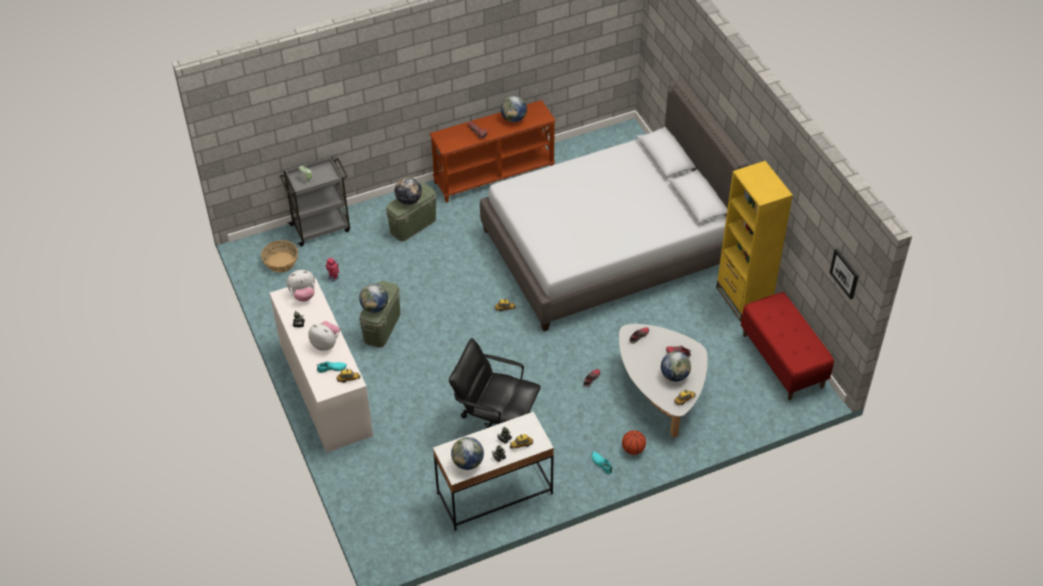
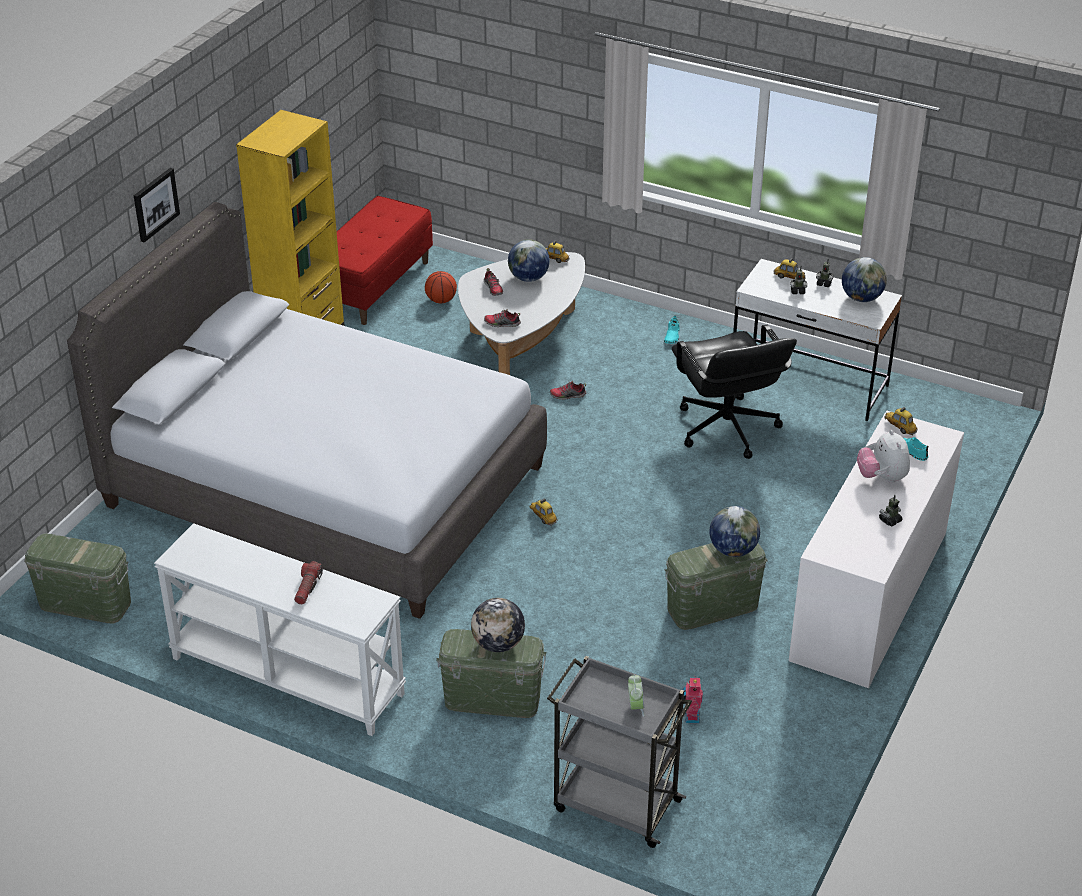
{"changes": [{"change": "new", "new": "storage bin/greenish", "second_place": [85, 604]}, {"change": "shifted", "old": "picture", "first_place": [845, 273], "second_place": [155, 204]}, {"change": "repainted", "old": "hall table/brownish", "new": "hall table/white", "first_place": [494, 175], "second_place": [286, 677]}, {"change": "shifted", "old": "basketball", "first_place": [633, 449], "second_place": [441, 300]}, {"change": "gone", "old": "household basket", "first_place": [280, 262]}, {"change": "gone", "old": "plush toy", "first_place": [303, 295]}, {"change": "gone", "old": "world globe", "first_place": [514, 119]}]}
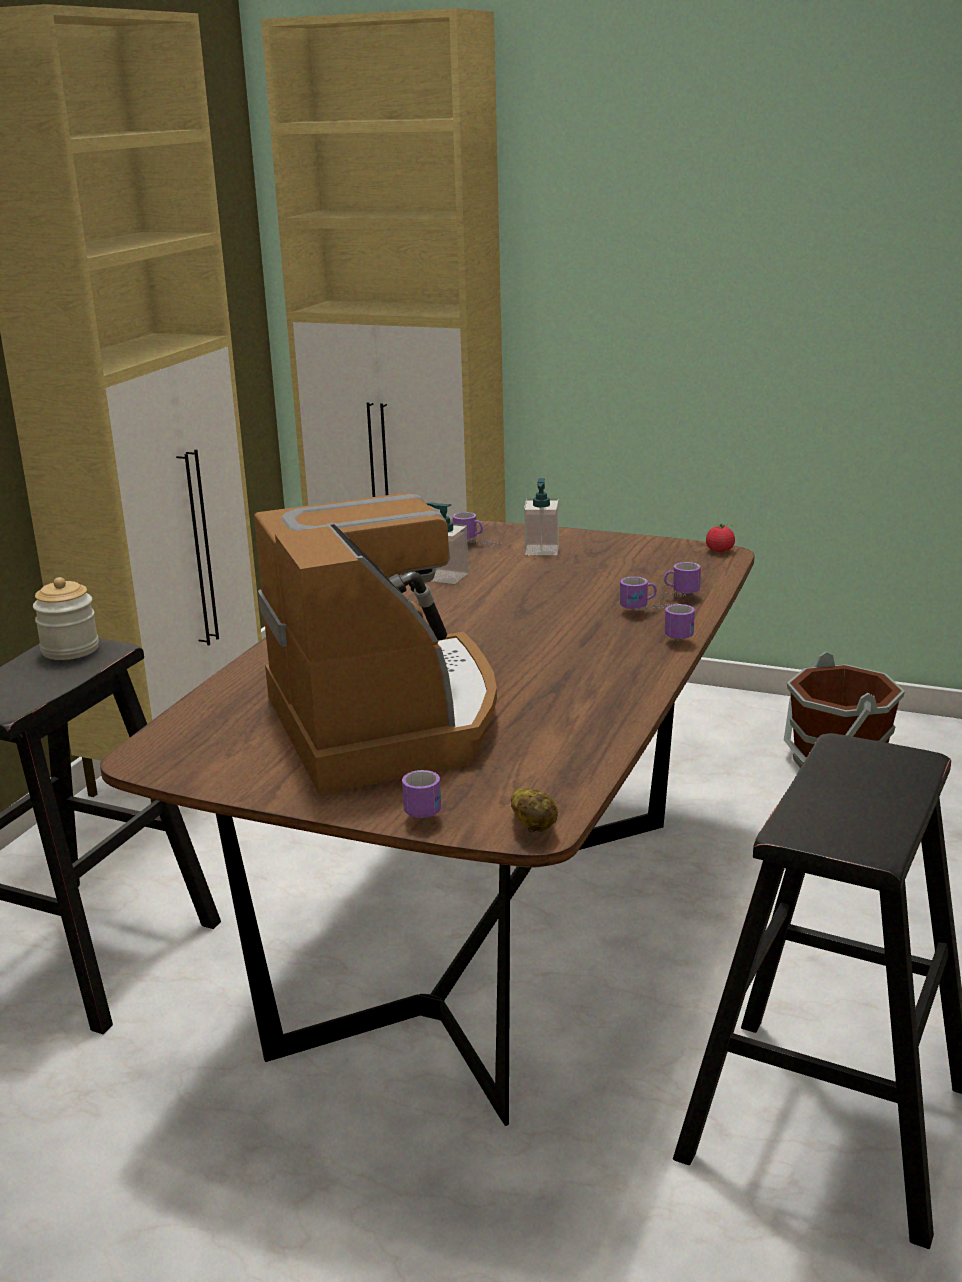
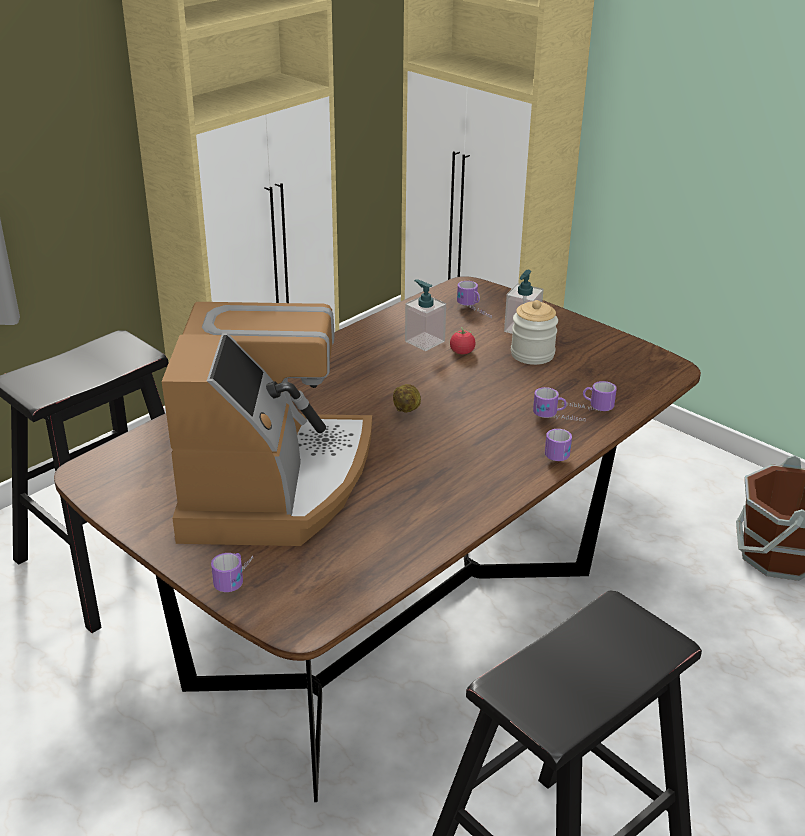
{"changes": [{"change": "shifted", "old": "whole potato", "first_place": [534, 827], "second_place": [407, 409]}, {"change": "shifted", "old": "tomato", "first_place": [719, 551], "second_place": [462, 352]}, {"change": "shifted", "old": "preserve jar", "first_place": [70, 650], "second_place": [532, 354]}]}
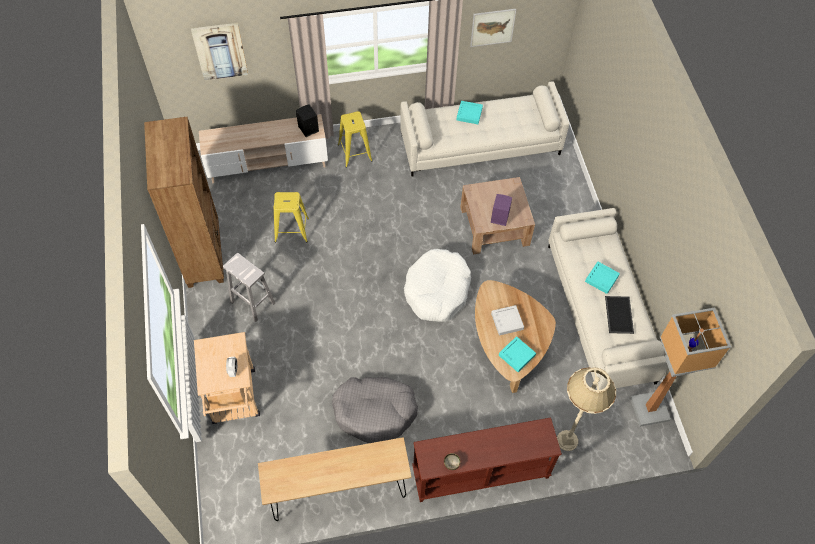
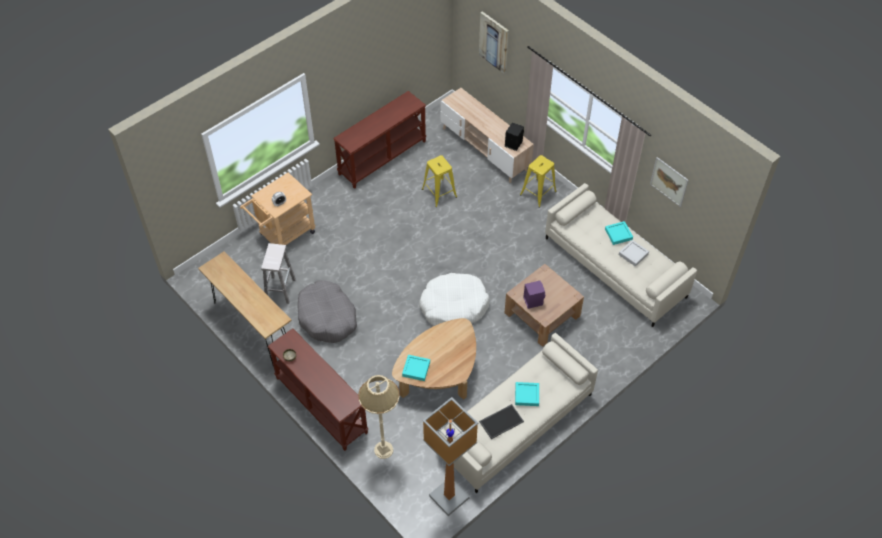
{"changes": [{"change": "shifted", "old": "stool/white", "first_place": [252, 302], "second_place": [280, 289]}, {"change": "swapped", "old": "bookcase/brownish", "new": "hall table/brownish", "first_place": [204, 254], "second_place": [382, 157]}, {"change": "shifted", "old": "tray/grey", "first_place": [507, 321], "second_place": [633, 254]}]}
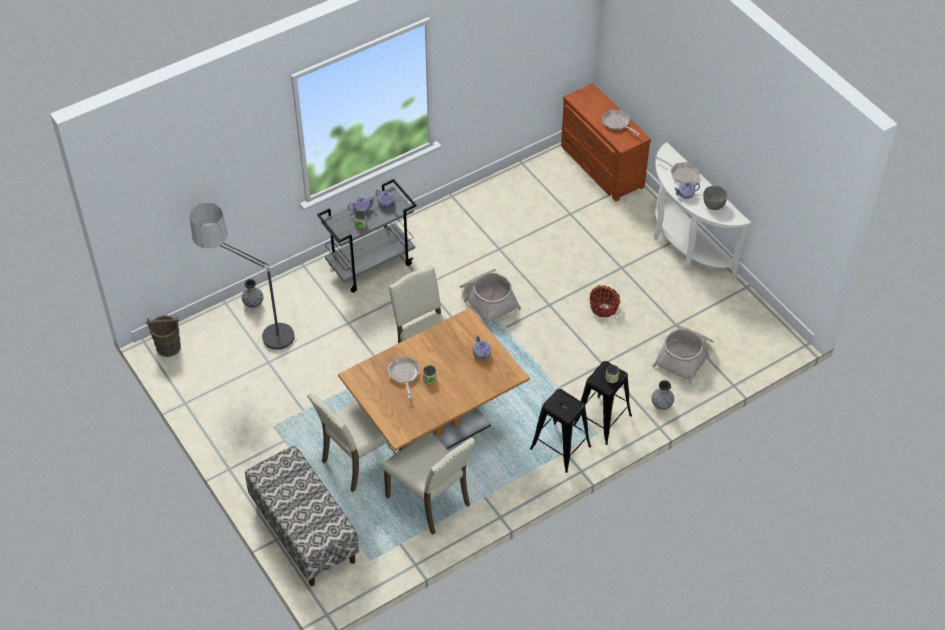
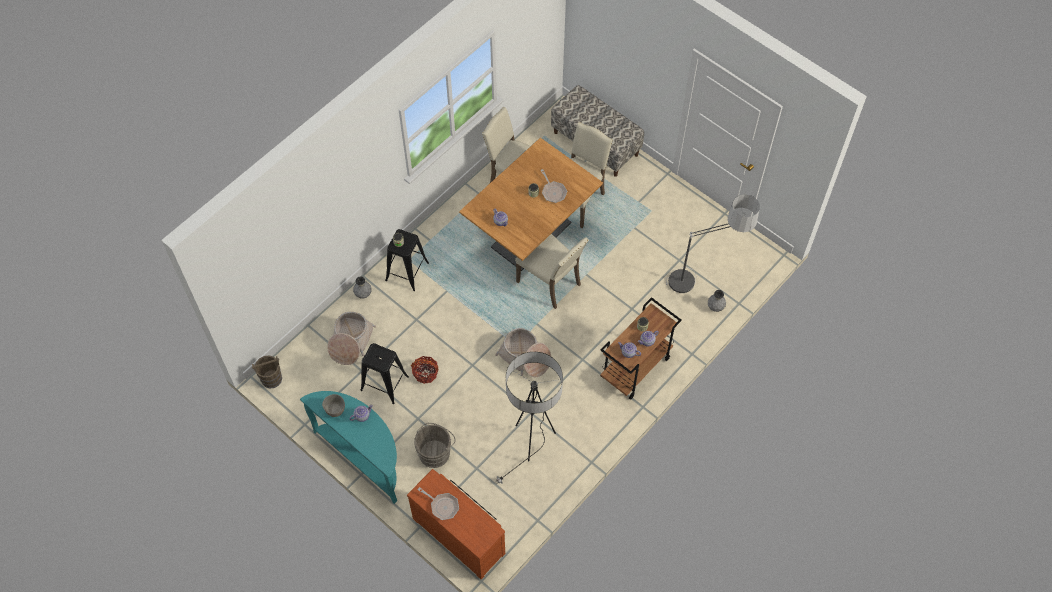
{"changes": [{"change": "shifted", "old": "bucket/brownish", "first_place": [168, 347], "second_place": [272, 379]}, {"change": "repainted", "old": "hall table/white", "new": "hall table/turquoise-coloured", "first_place": [684, 246], "second_place": [364, 456]}, {"change": "shifted", "old": "stool/blackish", "first_place": [560, 447], "second_place": [384, 383]}, {"change": "new", "new": "bucket/grey", "second_place": [435, 452]}, {"change": "new", "new": "standing lamp", "second_place": [531, 443]}, {"change": "repainted", "old": "wheeled cart/grey", "new": "wheeled cart/brownish", "first_place": [371, 264], "second_place": [635, 369]}, {"change": "gone", "old": "frying pan", "first_place": [681, 174]}]}
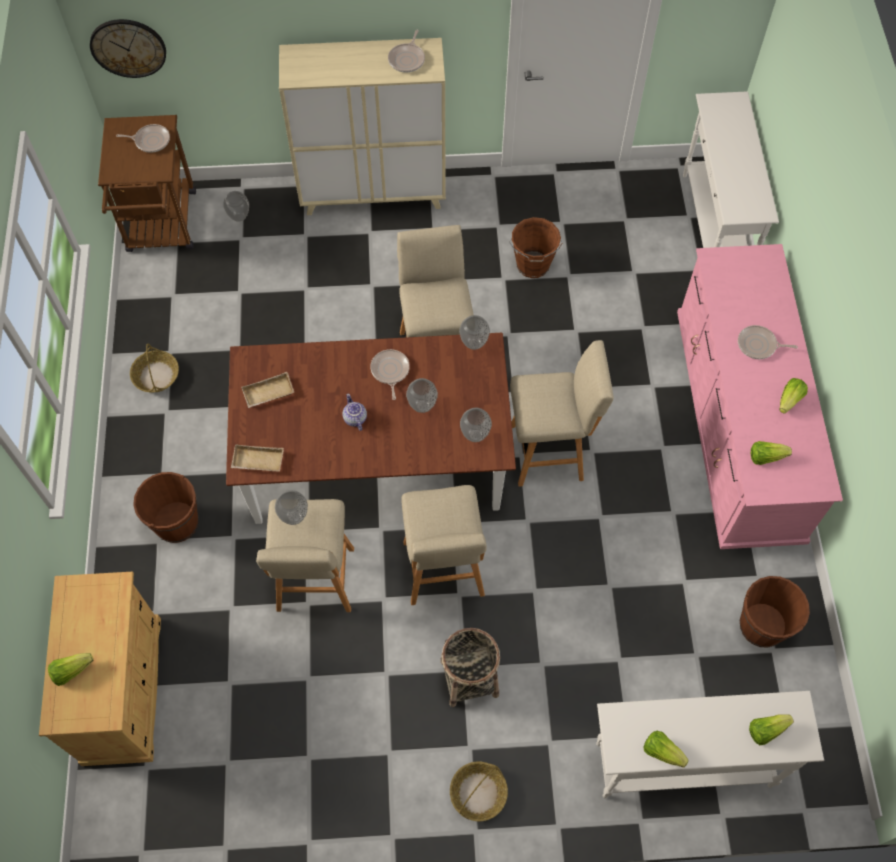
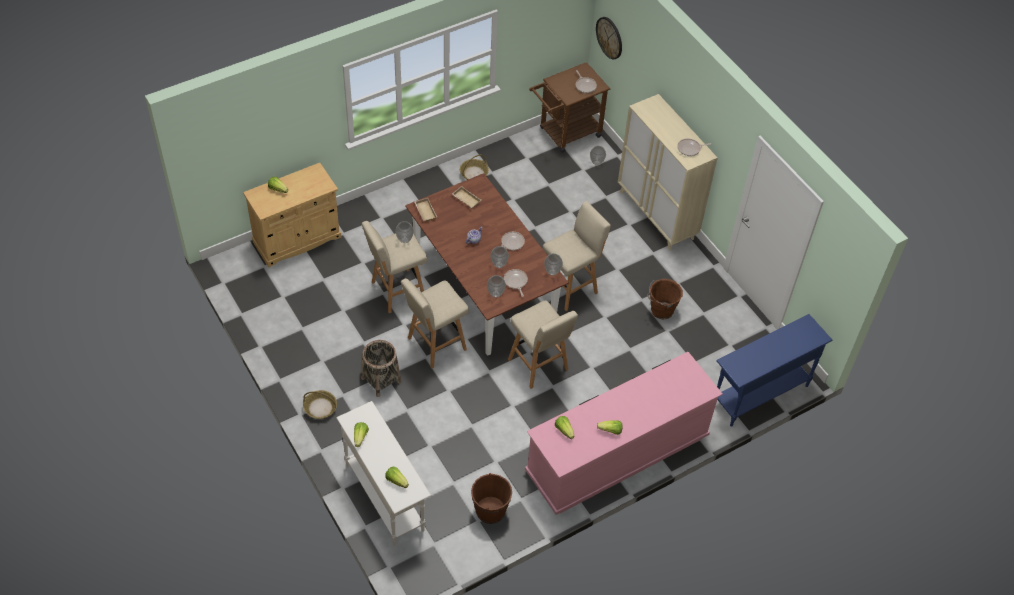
{"changes": [{"change": "shifted", "old": "frying pan", "first_place": [758, 345], "second_place": [515, 282]}, {"change": "repainted", "old": "hall table/white", "new": "hall table/bluish", "first_place": [714, 226], "second_place": [759, 394]}, {"change": "gone", "old": "bucket/brownish", "first_place": [176, 522]}]}
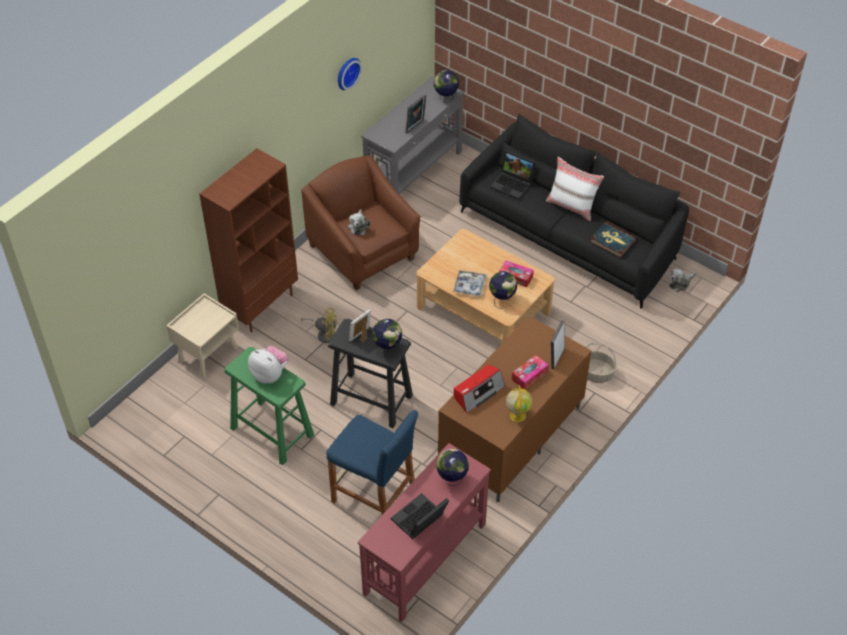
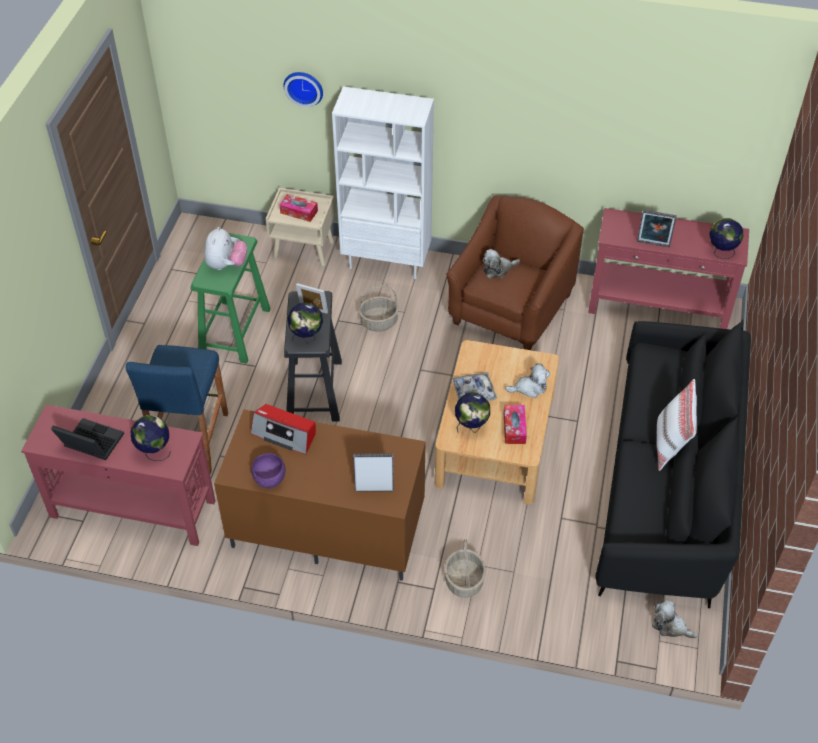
{"changes": [{"change": "swapped", "old": "world globe", "new": "bowl/purple", "first_place": [517, 415], "second_place": [270, 479]}, {"change": "shifted", "old": "box of tissues", "first_place": [529, 375], "second_place": [299, 212]}, {"change": "shifted", "old": "clock on the wall", "first_place": [347, 72], "second_place": [304, 87]}, {"change": "repainted", "old": "bookcase/brownish", "new": "bookcase/white", "first_place": [261, 305], "second_place": [387, 261]}, {"change": "swapped", "old": "fan/yellow", "new": "household basket", "first_place": [324, 334], "second_place": [379, 322]}, {"change": "new", "new": "plush toy", "second_place": [529, 388]}, {"change": "repainted", "old": "hall table/grey", "new": "hall table/reddish", "first_place": [414, 173], "second_place": [659, 307]}, {"change": "gone", "old": "portable computer", "first_place": [513, 184]}, {"change": "gone", "old": "book", "first_place": [613, 241]}]}
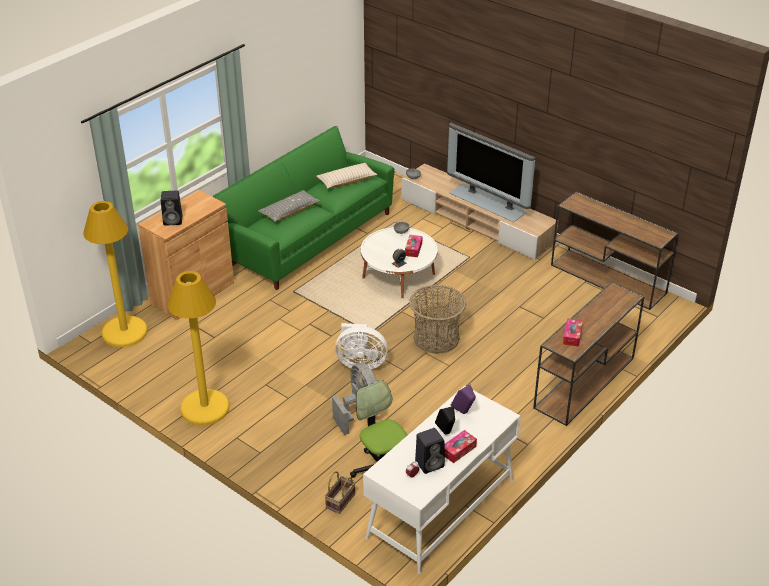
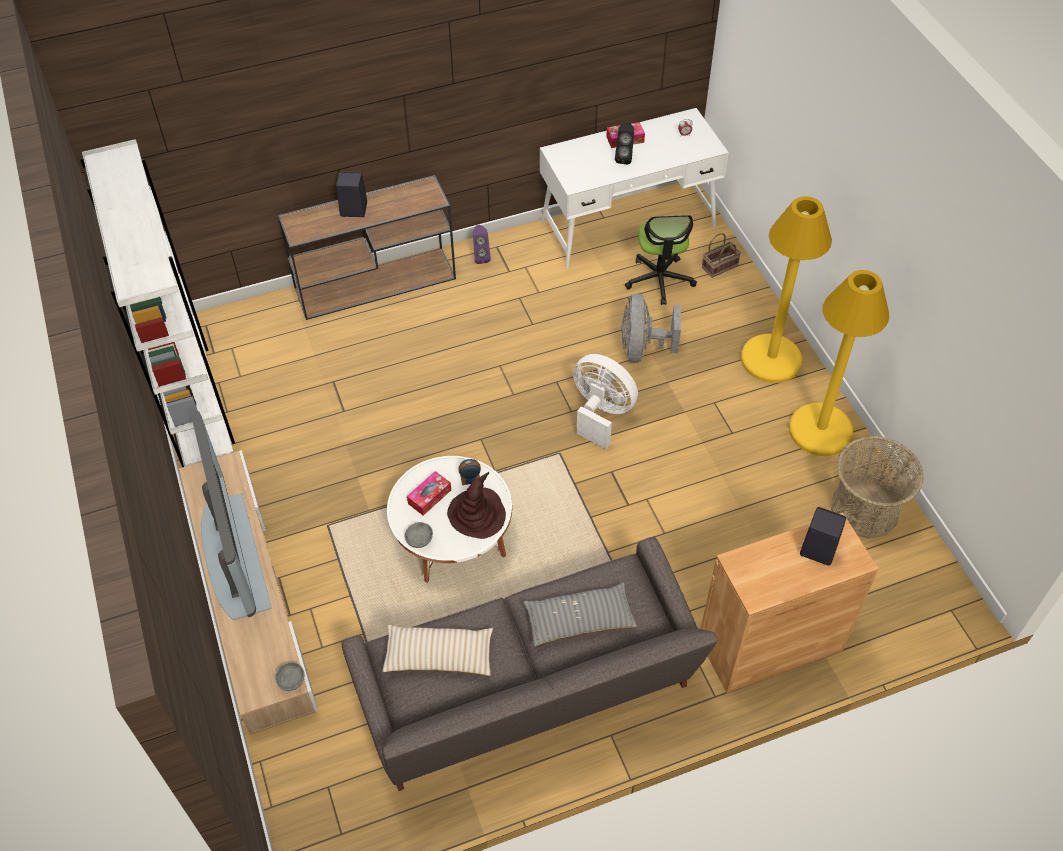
{"changes": [{"change": "swapped", "old": "hall table/brownish", "new": "bookcase/white", "first_place": [609, 279], "second_place": [194, 401]}, {"change": "shifted", "old": "speaker/blackish", "first_place": [430, 463], "second_place": [352, 210]}, {"change": "repainted", "old": "couch/greenish", "new": "couch/grey", "first_place": [308, 236], "second_place": [528, 693]}, {"change": "new", "new": "hat/brownish", "second_place": [477, 514]}, {"change": "shifted", "old": "speaker/purple", "first_place": [463, 412], "second_place": [481, 256]}, {"change": "shifted", "old": "standing lamp/yellow", "first_place": [124, 332], "second_place": [771, 359]}, {"change": "shifted", "old": "household basket", "first_place": [436, 338], "second_place": [864, 510]}, {"change": "gone", "old": "box of tissues", "first_place": [572, 336]}]}
